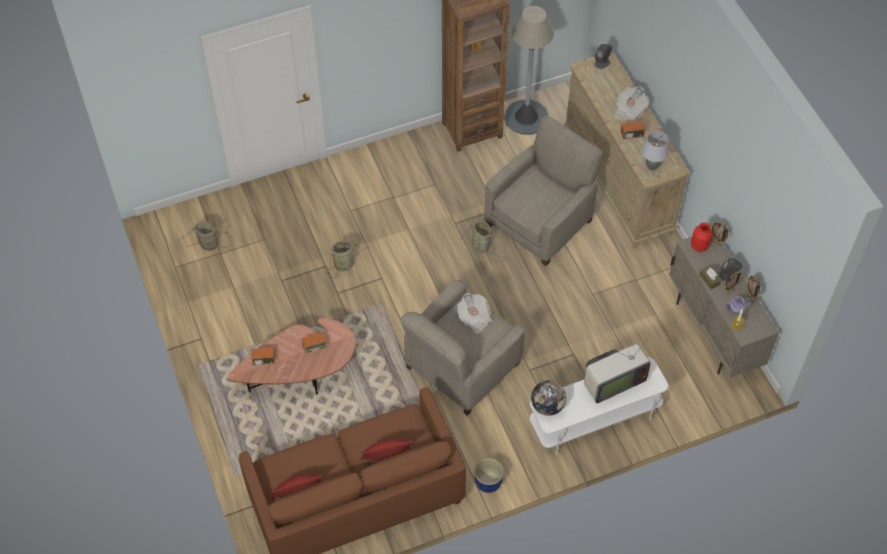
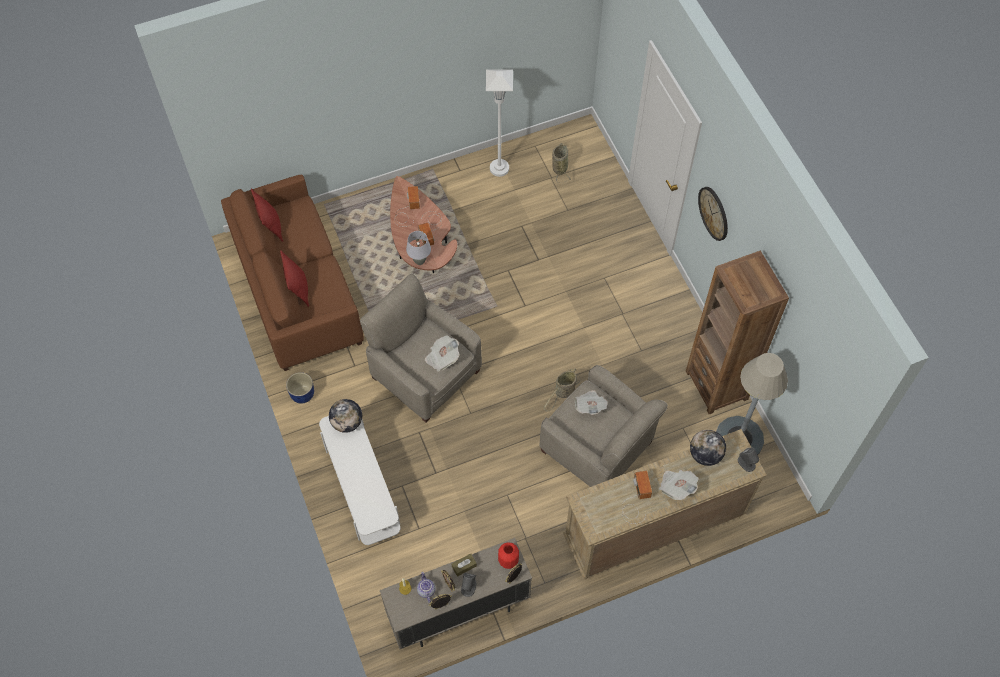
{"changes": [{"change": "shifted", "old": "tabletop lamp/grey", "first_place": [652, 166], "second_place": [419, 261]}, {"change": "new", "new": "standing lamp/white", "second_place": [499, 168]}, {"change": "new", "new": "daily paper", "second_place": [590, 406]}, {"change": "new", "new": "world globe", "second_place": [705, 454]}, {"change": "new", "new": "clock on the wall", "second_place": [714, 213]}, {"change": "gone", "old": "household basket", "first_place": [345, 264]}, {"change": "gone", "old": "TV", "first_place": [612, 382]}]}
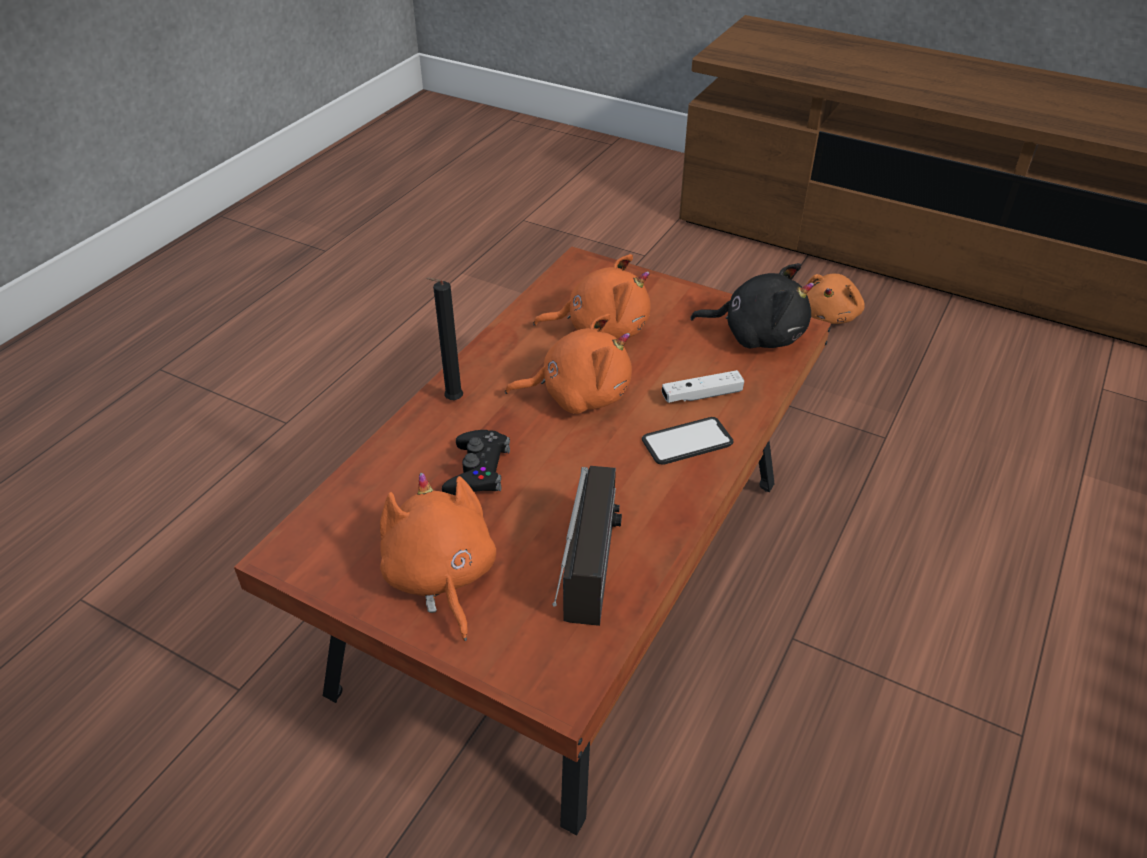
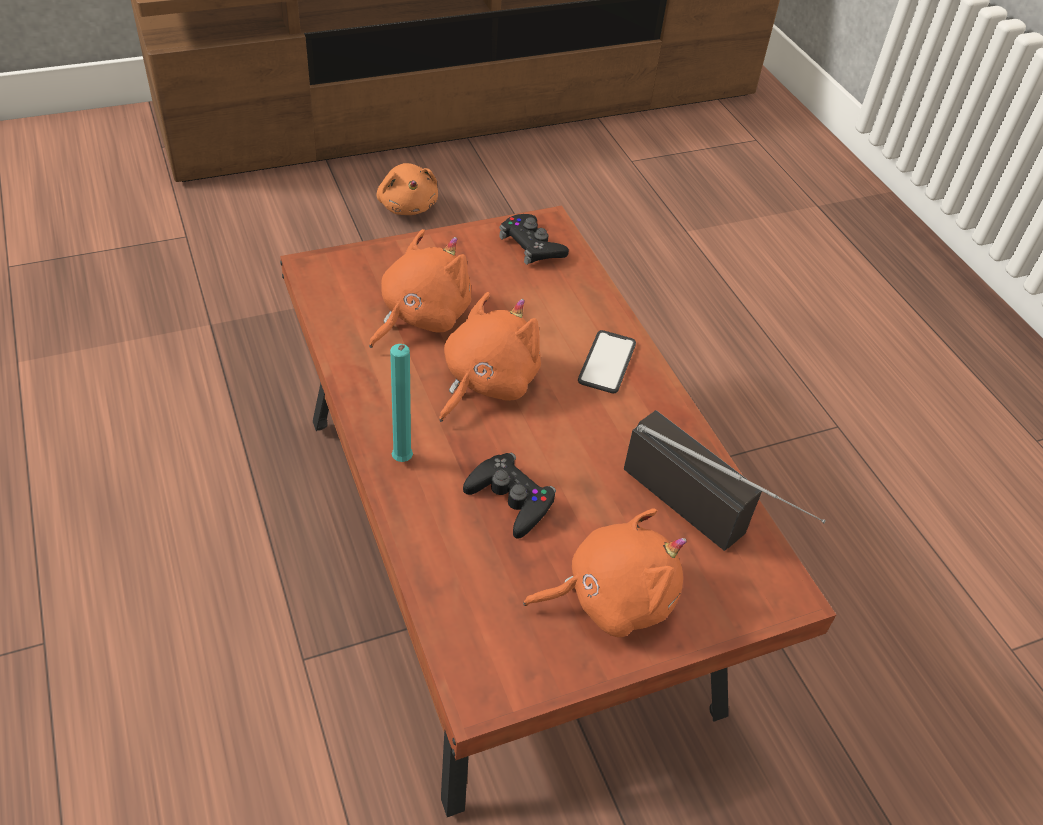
{"changes": [{"change": "repainted", "old": "candle/blackish", "new": "candle/turquoise-coloured", "first_place": [451, 401], "second_place": [402, 462]}, {"change": "swapped", "old": "plush toy/blackish", "new": "game controller/blackish", "first_place": [757, 335], "second_place": [531, 246]}, {"change": "rotated", "old": "plush toy/orange", "first_place": [440, 577], "second_place": [611, 597], "degrees": 150}, {"change": "gone", "old": "game controller/white", "first_place": [701, 395]}]}
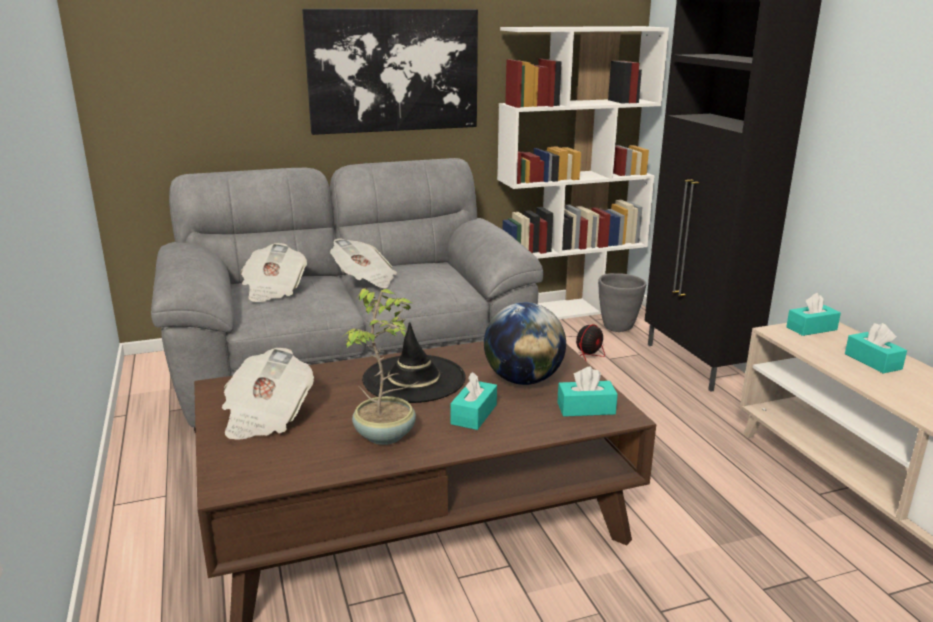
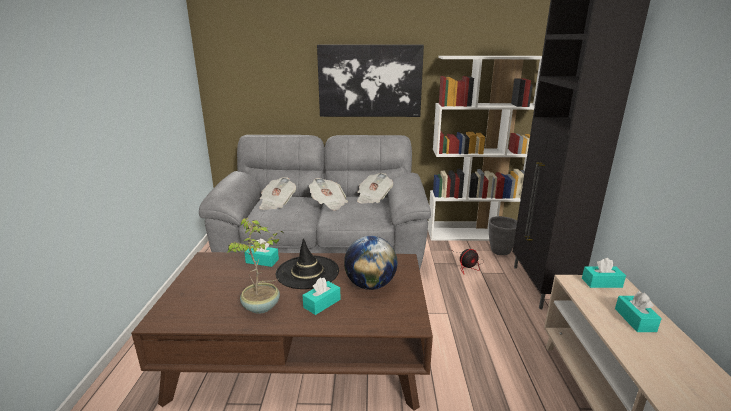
{"changes": [{"change": "shifted", "old": "box of tissues/turquoise-coloured", "first_place": [586, 408], "second_place": [262, 261]}, {"change": "shifted", "old": "daily paper", "first_place": [266, 417], "second_place": [373, 198]}]}
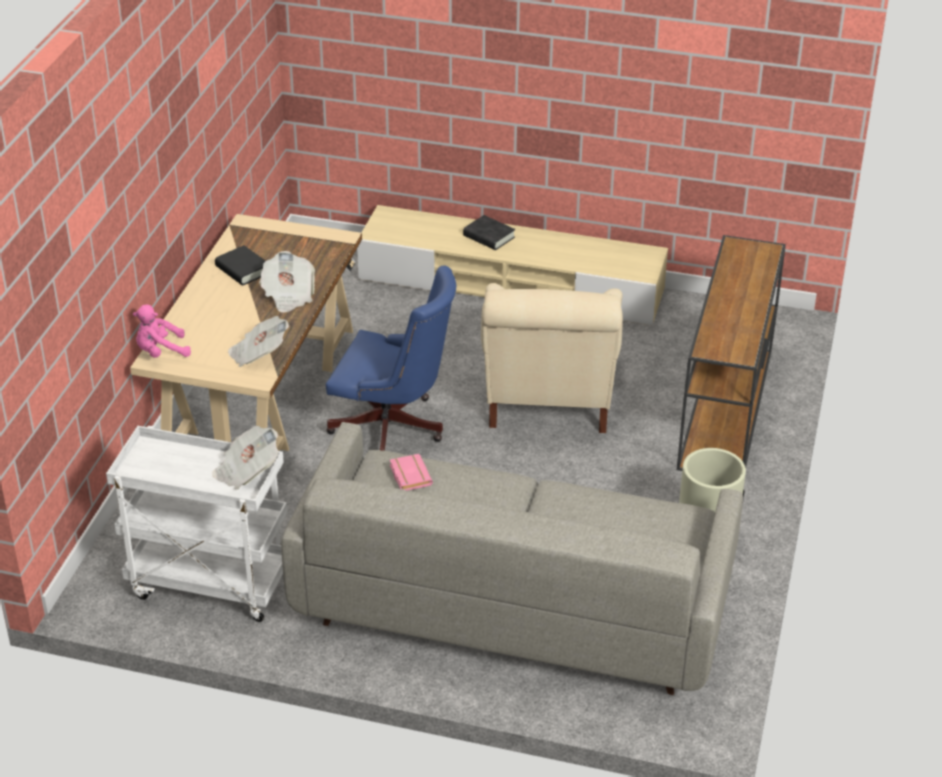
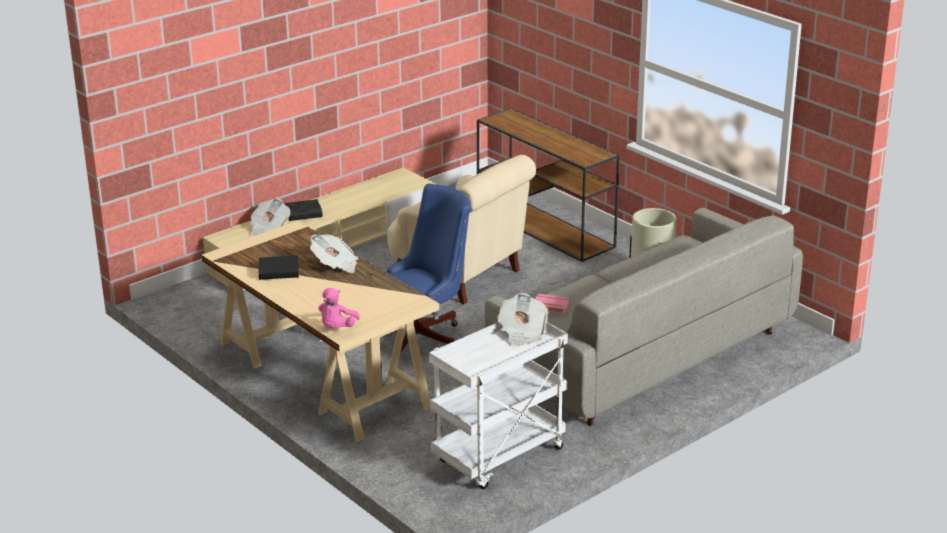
{"changes": [{"change": "shifted", "old": "daily paper", "first_place": [258, 354], "second_place": [268, 230]}]}
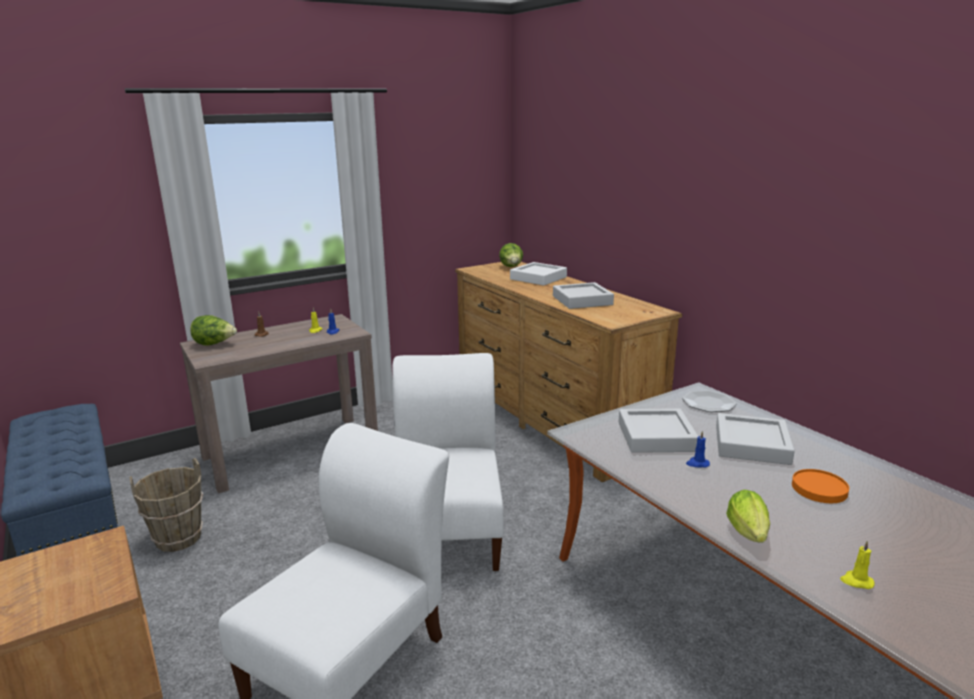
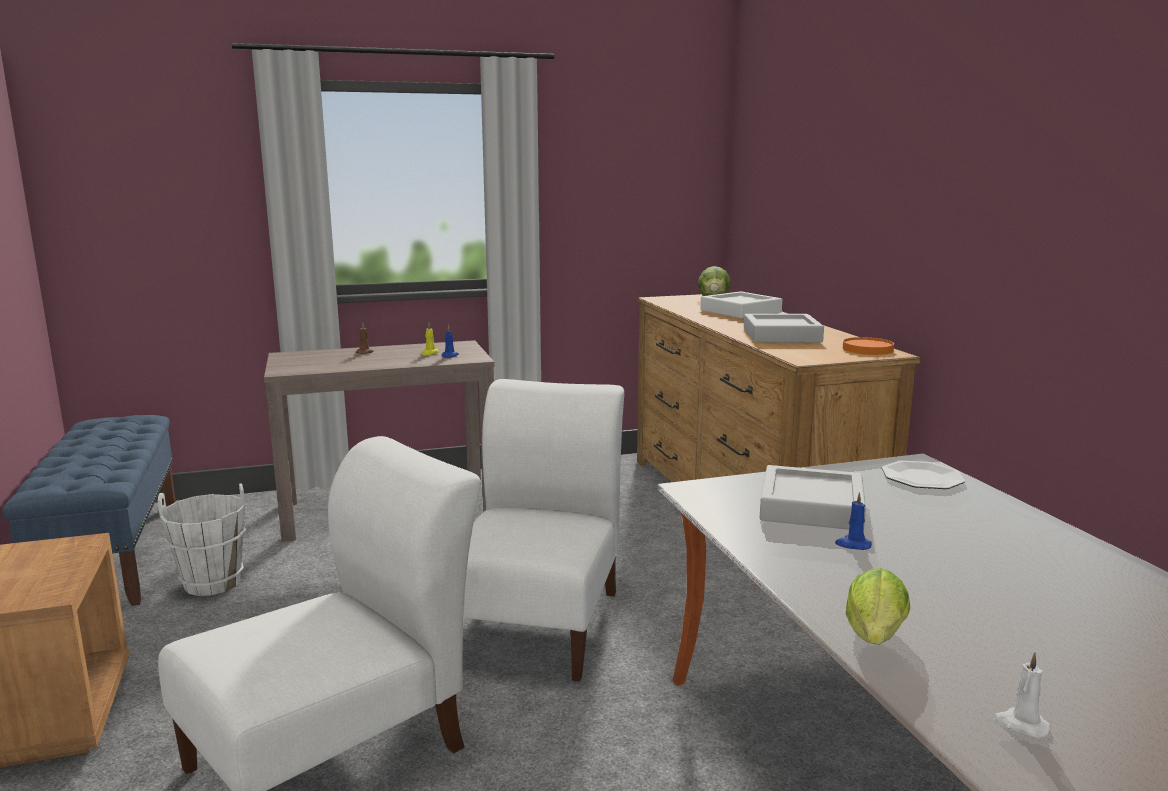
{"changes": [{"change": "repainted", "old": "bucket/brownish", "new": "bucket/white", "first_place": [179, 539], "second_place": [212, 583]}, {"change": "shifted", "old": "plate/orange", "first_place": [819, 488], "second_place": [868, 349]}, {"change": "repainted", "old": "candle/yellow", "new": "candle/white", "first_place": [856, 581], "second_place": [1020, 725]}, {"change": "gone", "old": "lettuce head", "first_place": [215, 344]}, {"change": "gone", "old": "tray/grey", "first_place": [751, 445]}]}
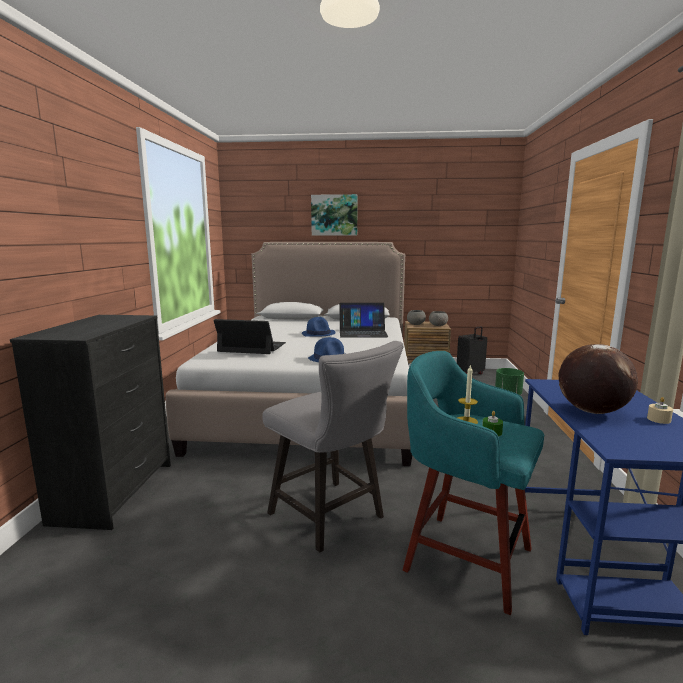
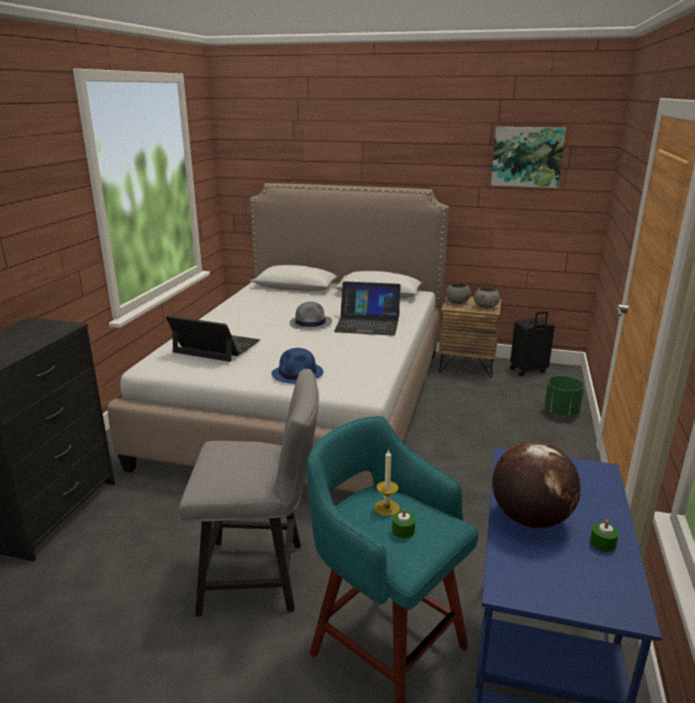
{"changes": [{"change": "rotated", "old": "upright chair/grey", "first_place": [332, 518], "second_place": [261, 576], "degrees": -60}, {"change": "repainted", "old": "hat/bluish", "new": "hat/grey", "first_place": [318, 333], "second_place": [311, 323]}, {"change": "shifted", "old": "picture", "first_place": [334, 215], "second_place": [527, 157]}, {"change": "repainted", "old": "candle/beige-coloured", "new": "candle/greenish", "first_place": [658, 419], "second_place": [602, 543]}]}
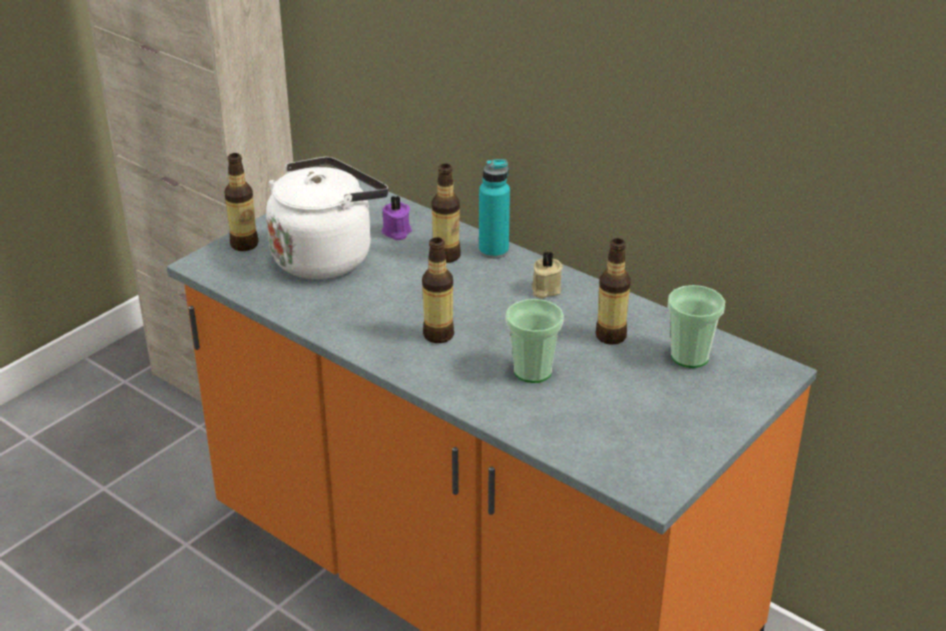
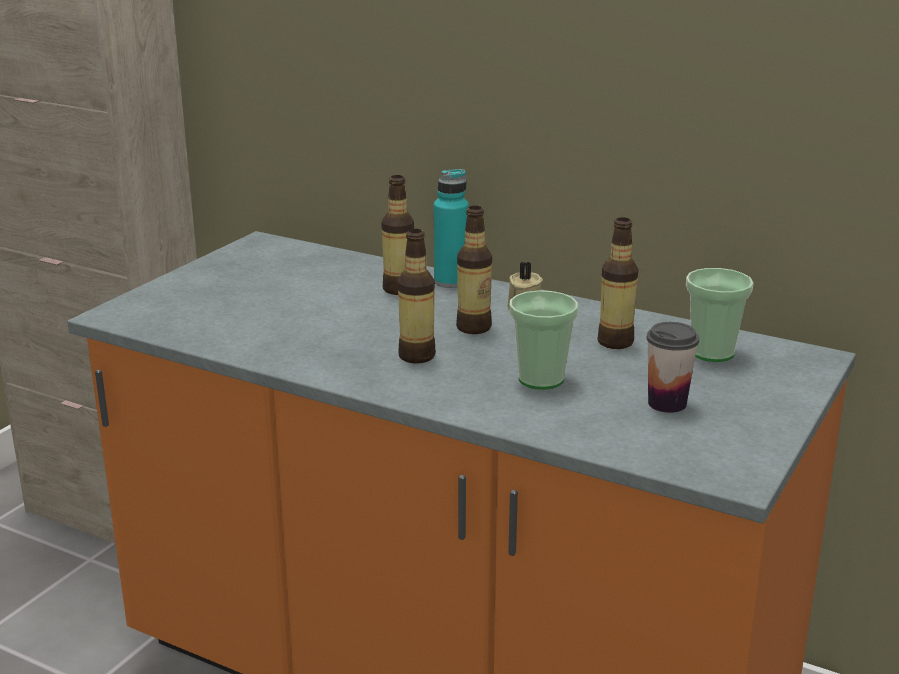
{"changes": [{"change": "shifted", "old": "bottle", "first_place": [244, 244], "second_place": [474, 327]}, {"change": "new", "new": "small cup", "second_place": [667, 403]}, {"change": "gone", "old": "water kettle/white", "first_place": [326, 256]}, {"change": "gone", "old": "candle/purple", "first_place": [396, 232]}]}
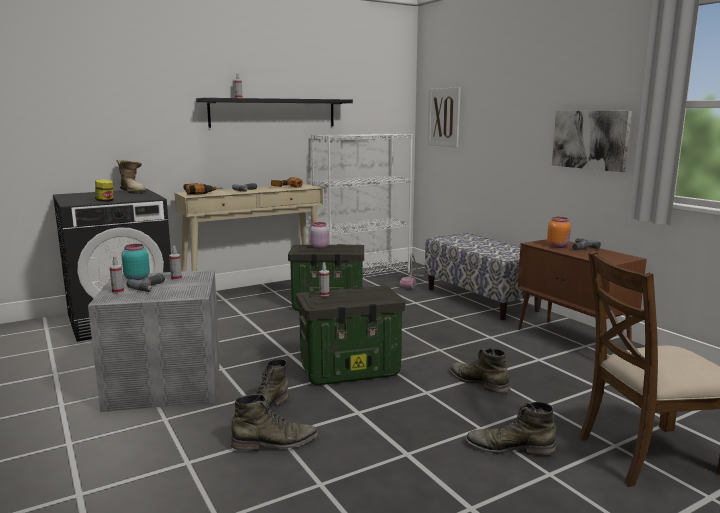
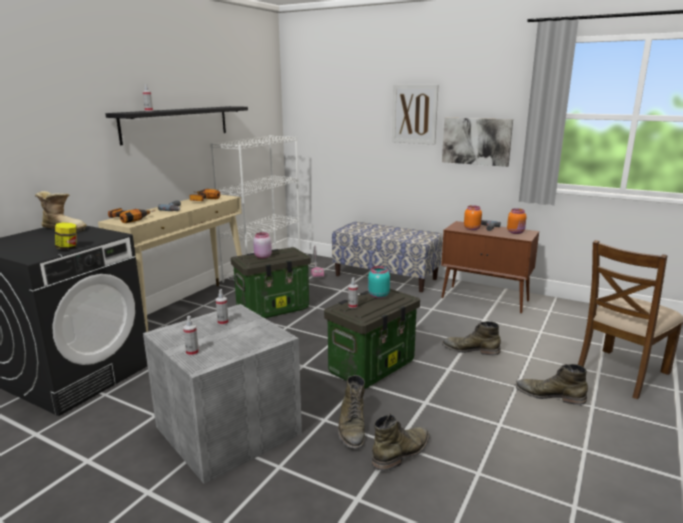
{"changes": [{"change": "shifted", "old": "preserve jar/turquoise-coloured", "first_place": [136, 278], "second_place": [378, 295]}, {"change": "shifted", "old": "picture", "first_place": [444, 117], "second_place": [414, 114]}, {"change": "new", "new": "preserve jar/orange", "second_place": [516, 232]}, {"change": "rotated", "old": "boot/greenish", "first_place": [509, 447], "second_place": [549, 395], "degrees": 45}, {"change": "gone", "old": "power drill", "first_place": [152, 287]}]}
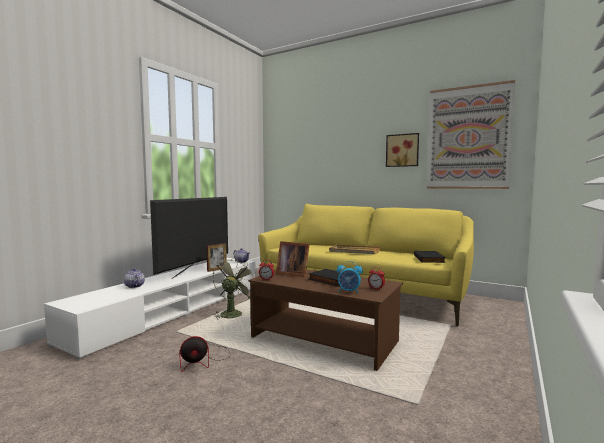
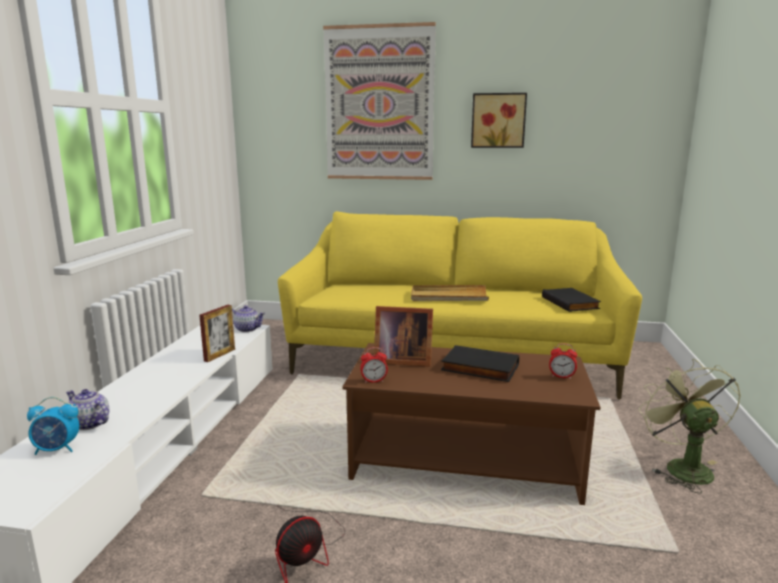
{"changes": [{"change": "shifted", "old": "bedside clock", "first_place": [349, 292], "second_place": [57, 449]}, {"change": "shifted", "old": "picture", "first_place": [468, 138], "second_place": [379, 104]}, {"change": "shifted", "old": "fan/greenish", "first_place": [232, 313], "second_place": [681, 467]}, {"change": "gone", "old": "TV", "first_place": [195, 270]}]}
